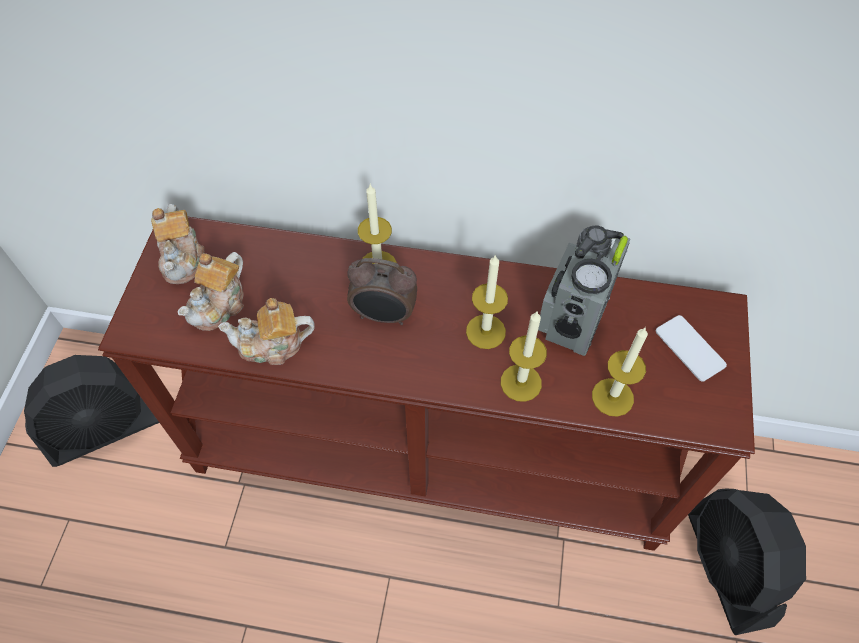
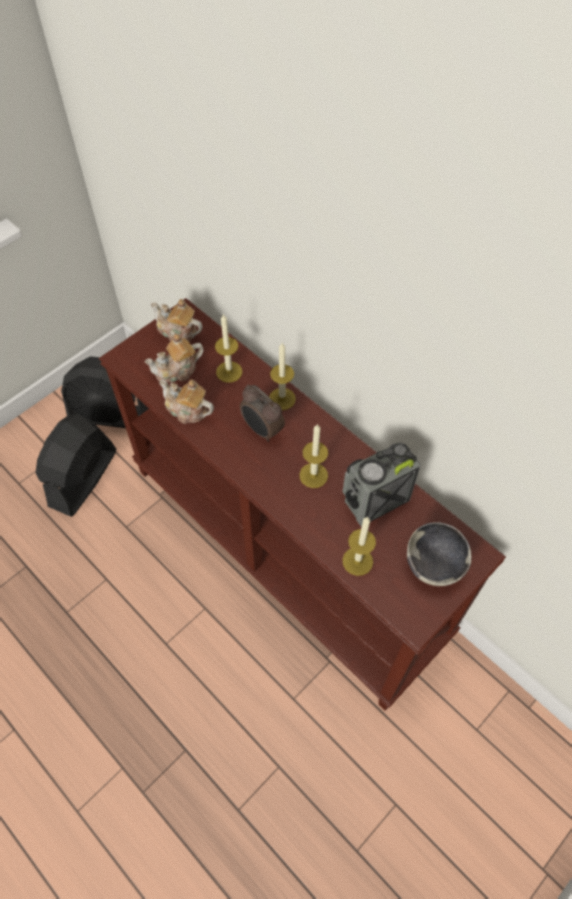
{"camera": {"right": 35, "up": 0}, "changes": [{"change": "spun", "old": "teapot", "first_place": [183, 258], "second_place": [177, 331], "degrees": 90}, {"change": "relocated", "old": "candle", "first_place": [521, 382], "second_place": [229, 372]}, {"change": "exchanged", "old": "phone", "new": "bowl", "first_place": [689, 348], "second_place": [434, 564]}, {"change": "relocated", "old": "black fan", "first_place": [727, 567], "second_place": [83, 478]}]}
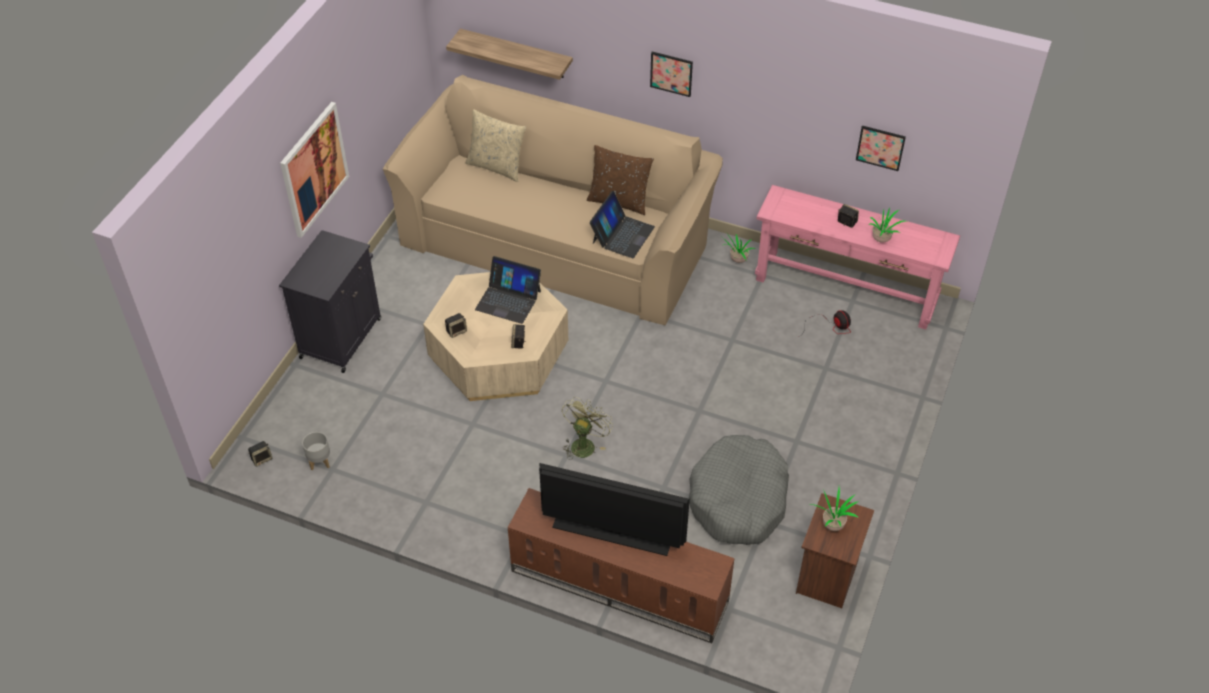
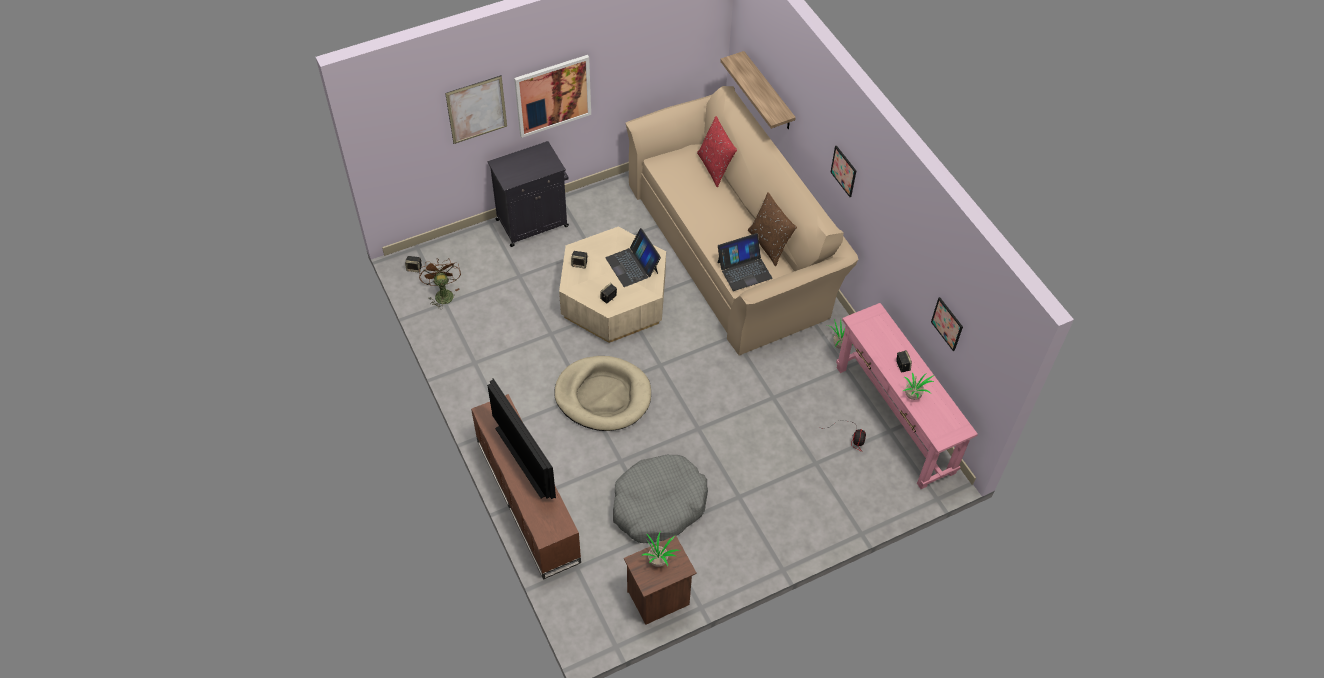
{"camera": {"right": 40, "up": 5}, "changes": [{"change": "exchanged", "old": "grey planter", "new": "brown fan", "first_place": [320, 462], "second_place": [442, 293]}, {"change": "colour", "old": "beige pillow", "new": "red pillow", "first_place": [497, 166], "second_place": [715, 167]}, {"change": "exchanged", "old": "green fan", "new": "beige dog bed", "first_place": [584, 443], "second_place": [603, 396]}, {"change": "appeared", "new": "picture", "second_place": [476, 109]}]}
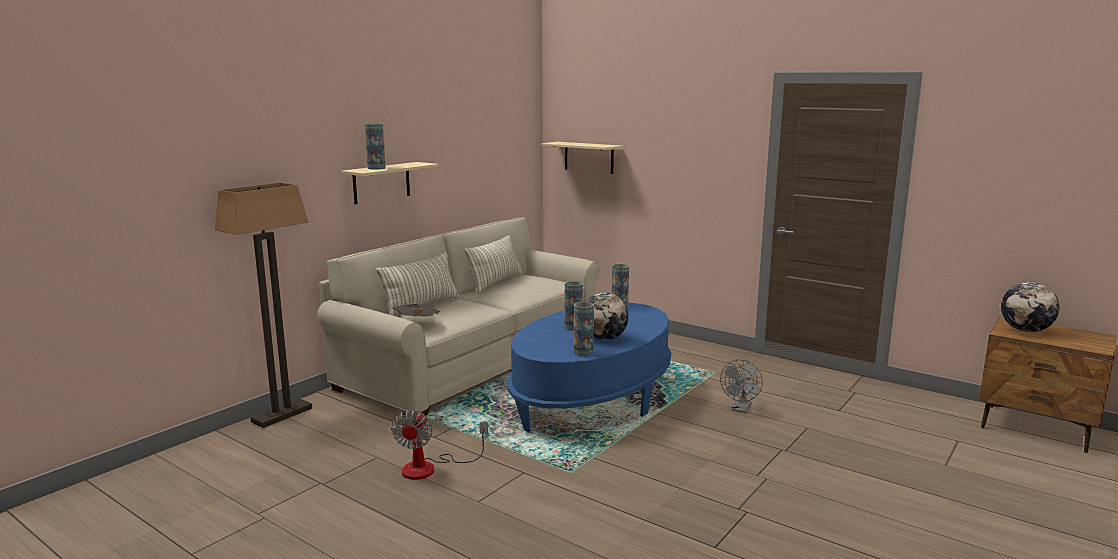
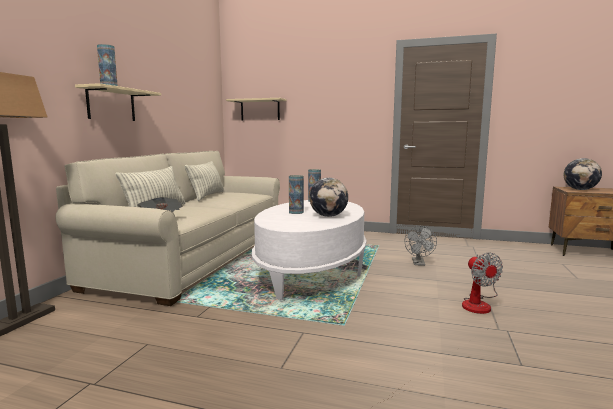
{"camera": {"right": -20, "up": -5}, "changes": [{"change": "relocated", "old": "fan", "first_place": [430, 468], "second_place": [479, 304]}, {"change": "colour", "old": "blue coffee table", "new": "white coffee table", "first_place": [592, 399], "second_place": [311, 271]}, {"change": "missing", "old": "vase", "first_place": [583, 352]}]}
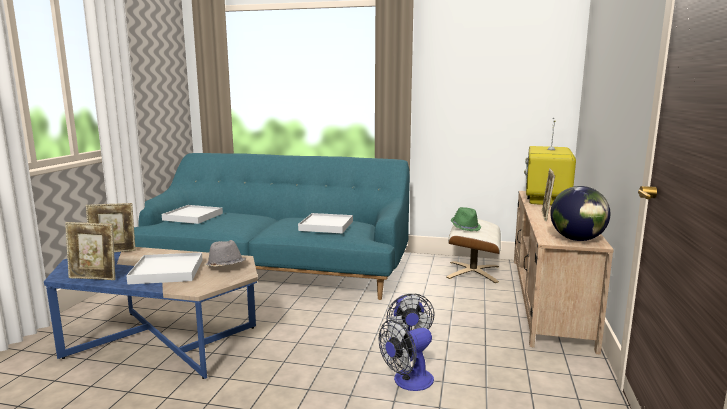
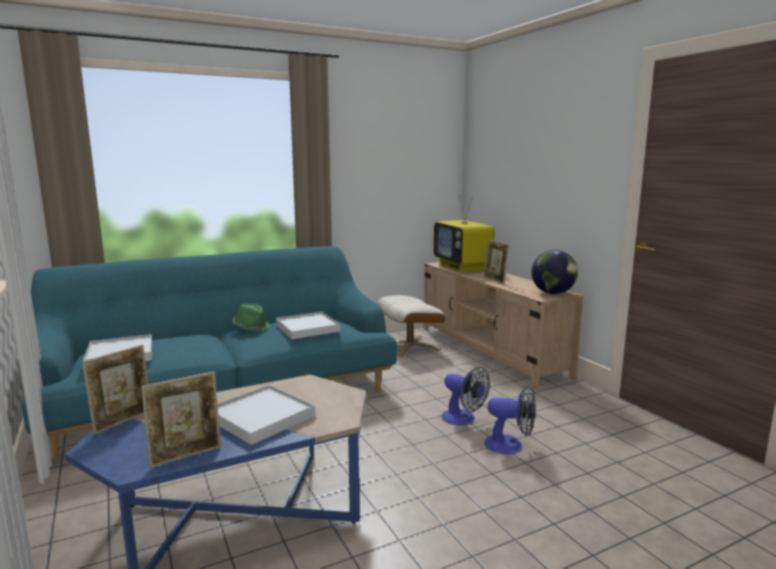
{"camera": {"right": -40, "up": 0}, "changes": [{"change": "missing", "old": "grey hat", "first_place": [225, 266]}, {"change": "spun", "old": "fan", "first_place": [408, 382], "second_place": [510, 445], "degrees": -90}, {"change": "relocated", "old": "green hat", "first_place": [465, 227], "second_place": [251, 327]}]}
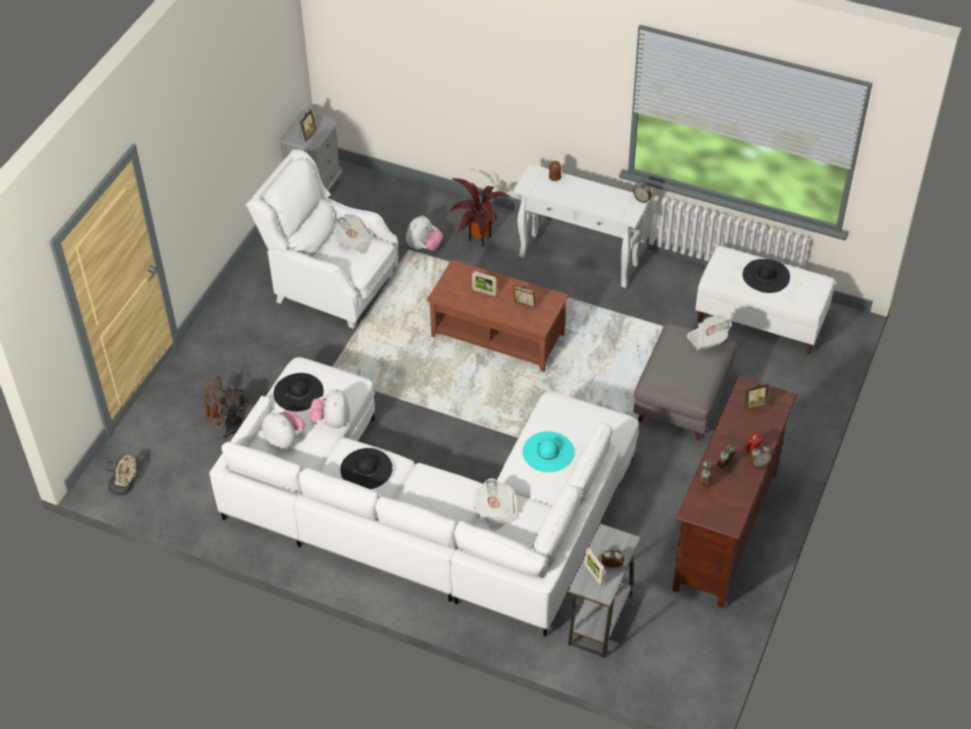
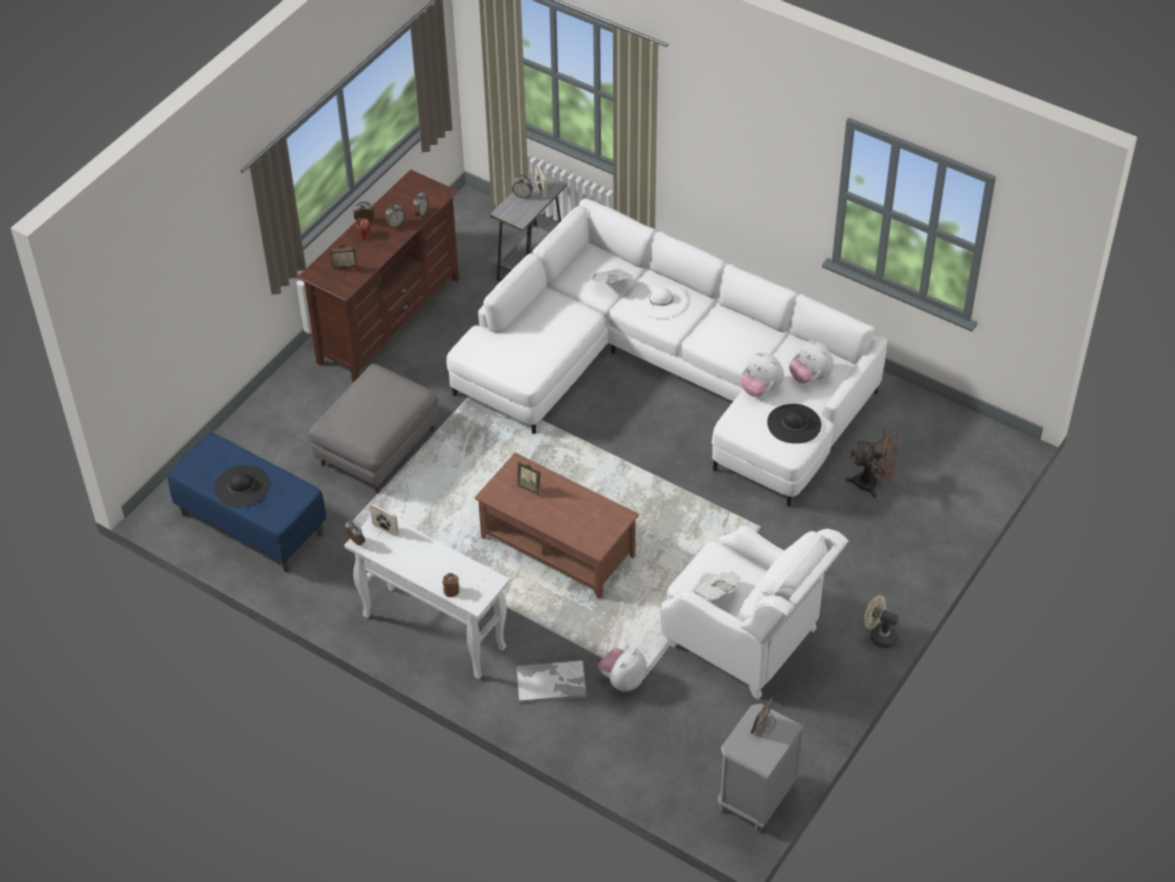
{"camera": {"right": -170, "up": 0}, "changes": [{"change": "relocated", "old": "beige fan", "first_place": [125, 487], "second_place": [879, 636]}, {"change": "spun", "old": "plush toy", "first_place": [332, 422], "second_place": [760, 389], "degrees": 120}, {"change": "missing", "old": "black hat", "first_place": [366, 469]}, {"change": "exchanged", "old": "potted plant", "new": "tray", "first_place": [477, 239], "second_place": [551, 681]}, {"change": "relocated", "old": "picture frame", "first_place": [484, 292], "second_place": [385, 529]}, {"change": "missing", "old": "turquoise hat", "first_place": [548, 452]}, {"change": "missing", "old": "newspaper", "first_place": [707, 339]}, {"change": "colour", "old": "white bench", "new": "blue bench", "first_place": [761, 320], "second_place": [251, 524]}, {"change": "appeared", "new": "white hat", "second_place": [661, 300]}]}
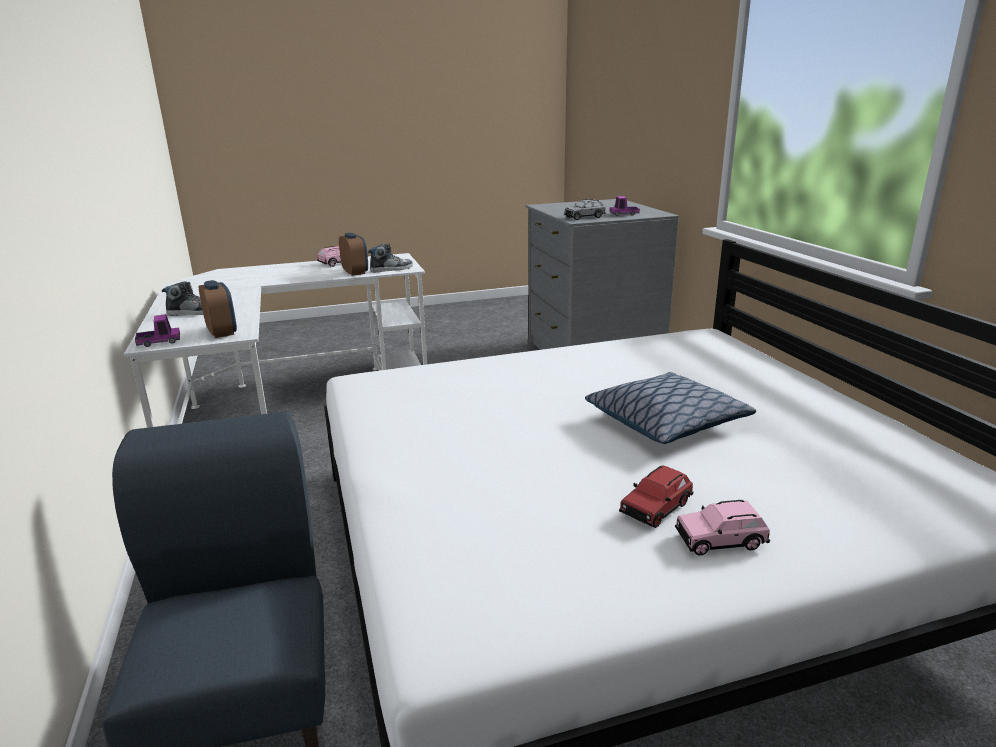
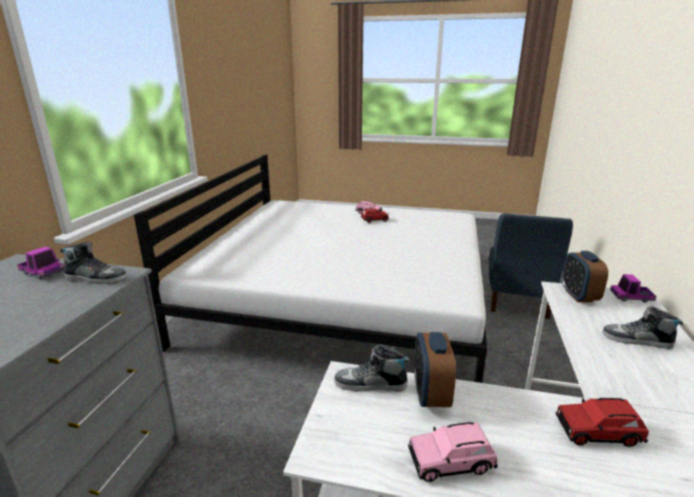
{"camera": {"right": -150, "up": 0}, "changes": [{"change": "exchanged", "old": "grey toy car", "new": "shoe", "first_place": [584, 217], "second_place": [96, 278]}, {"change": "missing", "old": "pillow", "first_place": [665, 422]}, {"change": "appeared", "new": "red toy car", "second_place": [598, 432]}]}
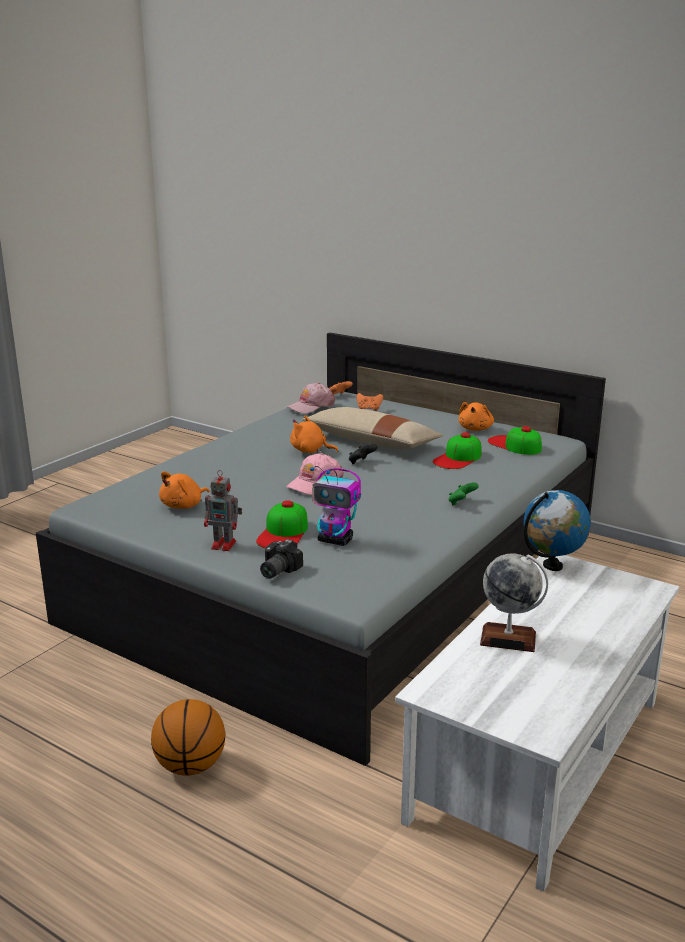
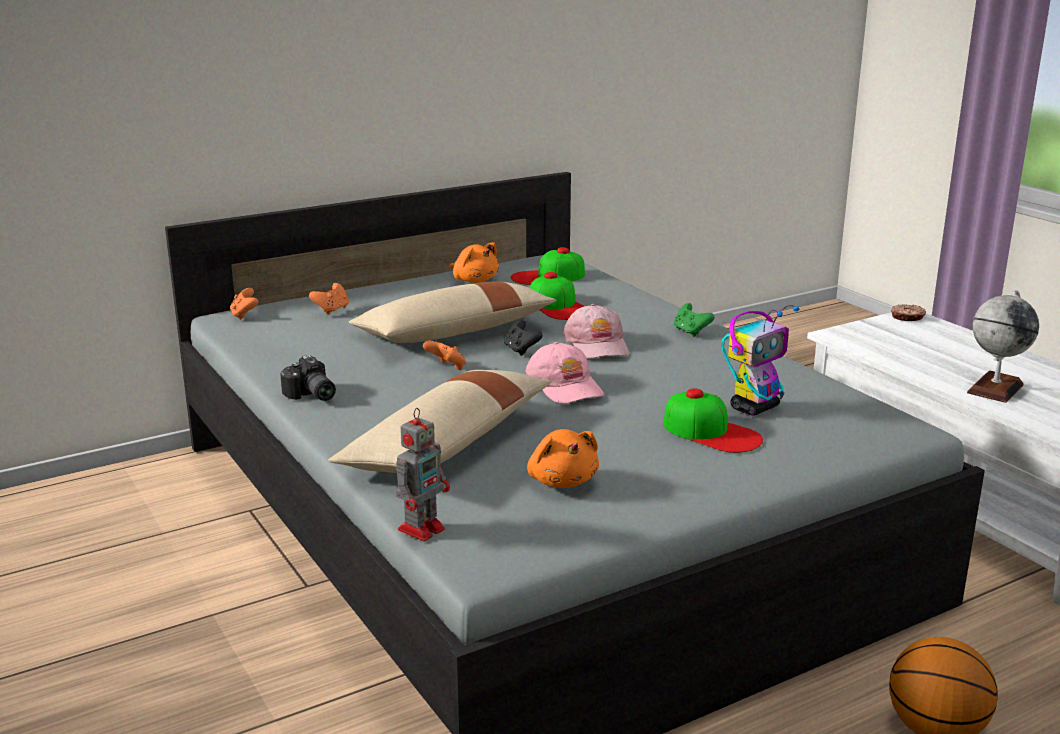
{"camera": {"right": -65, "up": 0}, "changes": [{"change": "relocated", "old": "toy robot", "first_place": [225, 545], "second_place": [423, 528]}, {"change": "relocated", "old": "photo camera", "first_place": [276, 570], "second_place": [310, 396]}, {"change": "relocated", "old": "pink cap", "first_place": [311, 406], "second_place": [597, 345]}, {"change": "exchanged", "old": "orange plush toy", "new": "orange game controller", "first_place": [310, 451], "second_place": [447, 368]}, {"change": "missing", "old": "globe", "first_place": [552, 566]}, {"change": "appeared", "new": "beige pillow", "second_place": [447, 444]}, {"change": "appeared", "new": "donut", "second_place": [907, 317]}]}
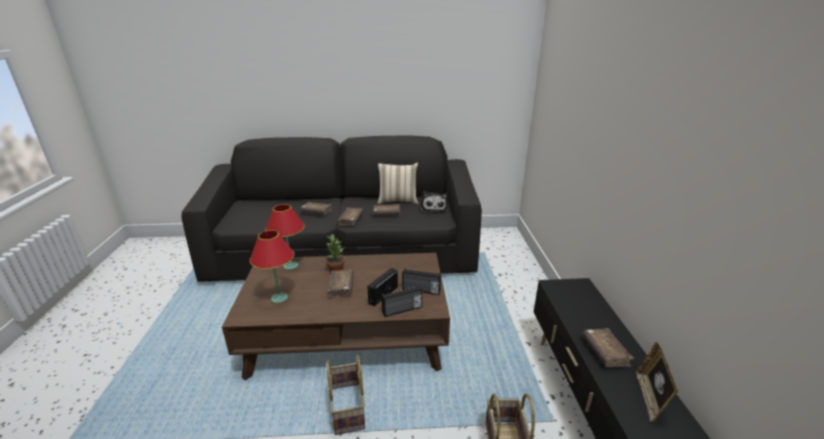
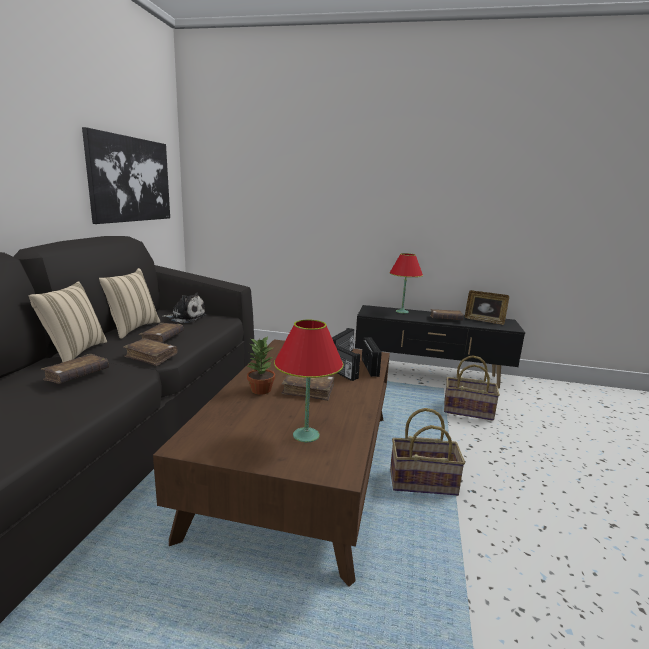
{"camera": {"right": -75, "up": -10}, "changes": [{"change": "relocated", "old": "red table lamp", "first_place": [290, 265], "second_place": [402, 312]}, {"change": "appeared", "new": "beige pillow", "second_place": [74, 353]}, {"change": "appeared", "new": "picture", "second_place": [130, 179]}]}
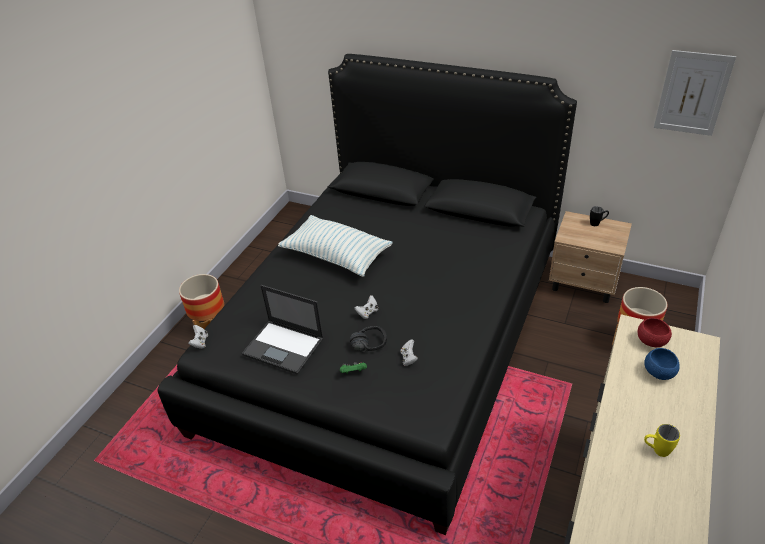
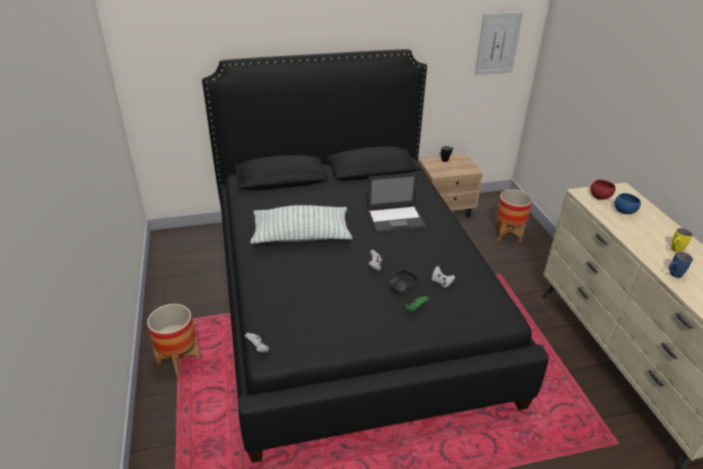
{"camera": {"right": -40, "up": -5}, "changes": [{"change": "relocated", "old": "laptop", "first_place": [284, 347], "second_place": [396, 219]}, {"change": "appeared", "new": "blue mug", "second_place": [673, 275]}]}
